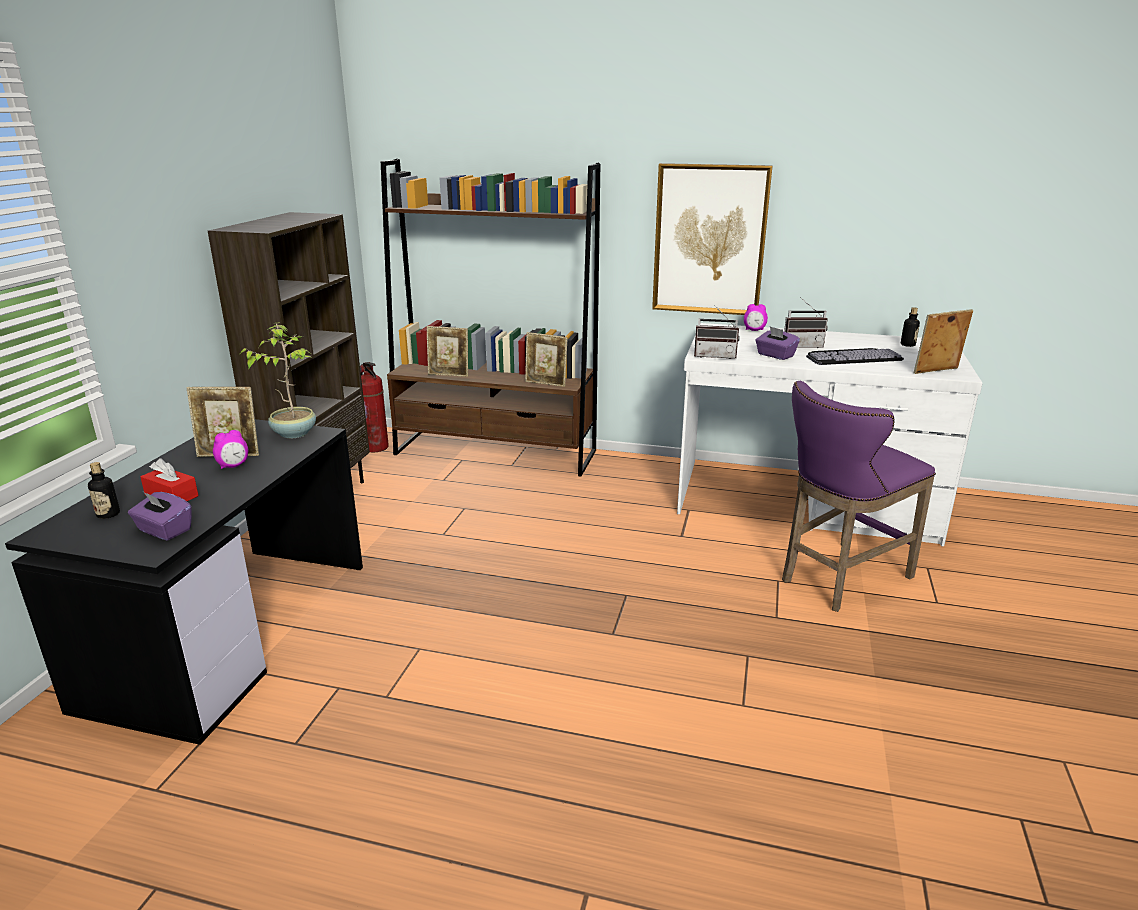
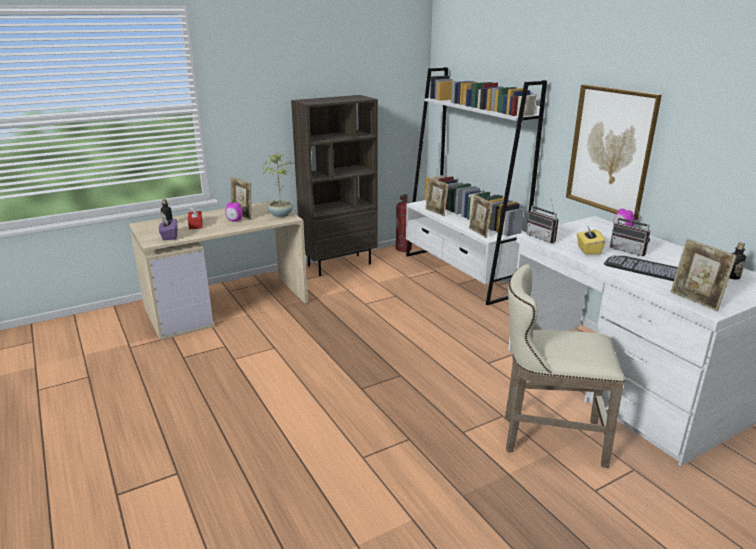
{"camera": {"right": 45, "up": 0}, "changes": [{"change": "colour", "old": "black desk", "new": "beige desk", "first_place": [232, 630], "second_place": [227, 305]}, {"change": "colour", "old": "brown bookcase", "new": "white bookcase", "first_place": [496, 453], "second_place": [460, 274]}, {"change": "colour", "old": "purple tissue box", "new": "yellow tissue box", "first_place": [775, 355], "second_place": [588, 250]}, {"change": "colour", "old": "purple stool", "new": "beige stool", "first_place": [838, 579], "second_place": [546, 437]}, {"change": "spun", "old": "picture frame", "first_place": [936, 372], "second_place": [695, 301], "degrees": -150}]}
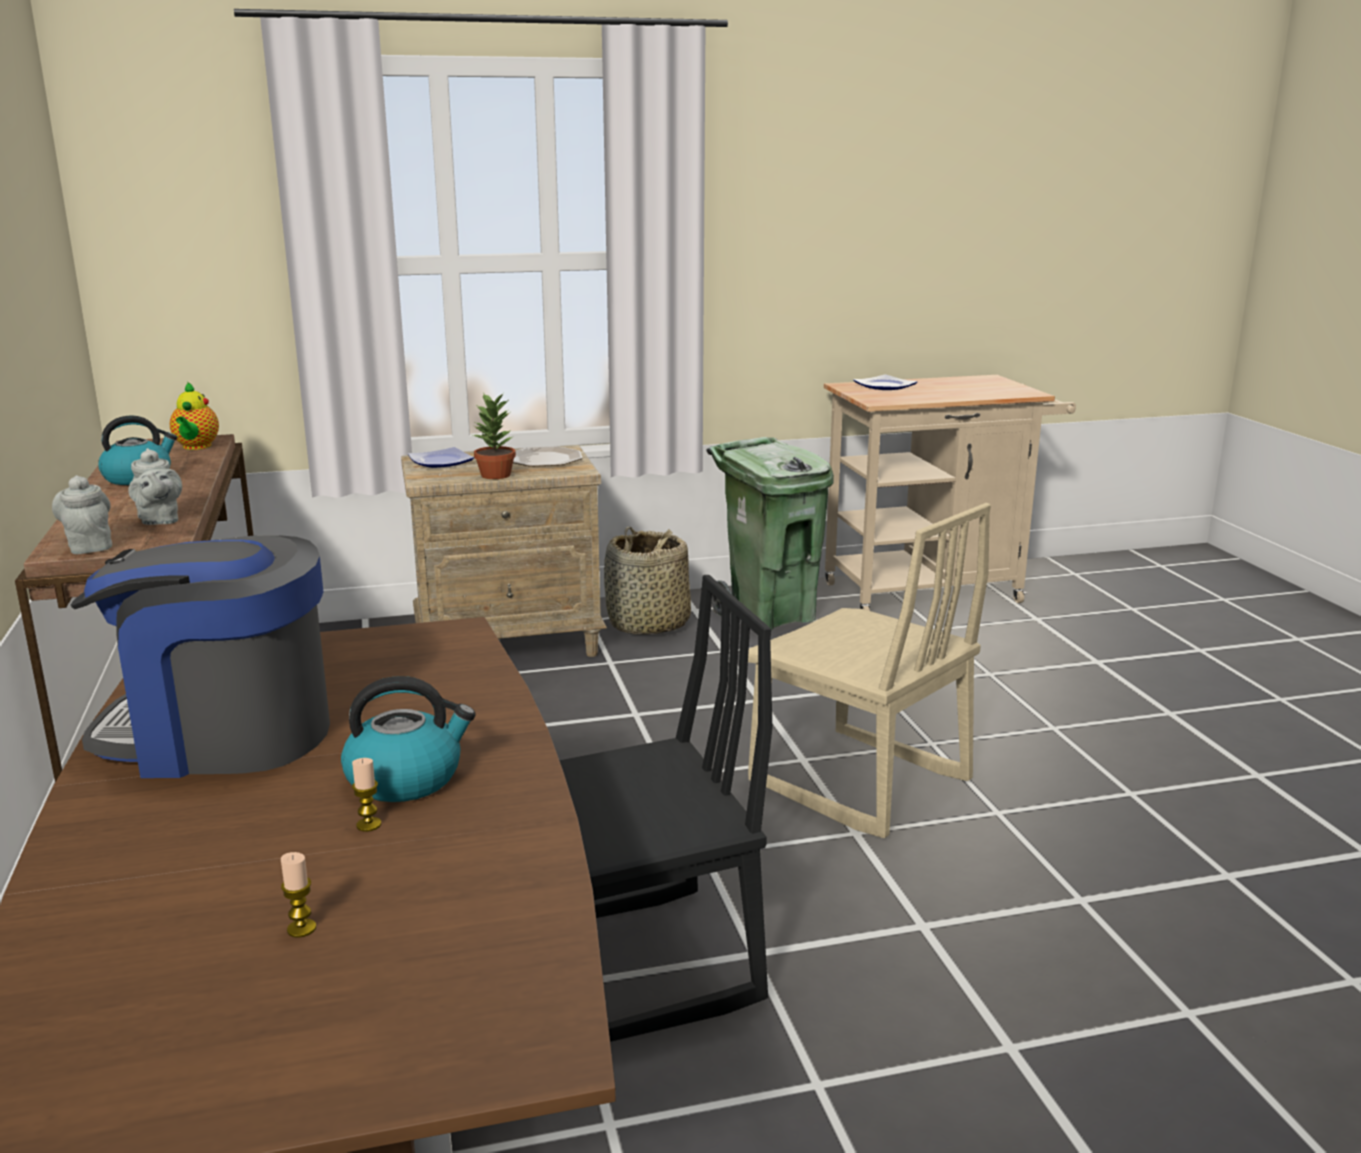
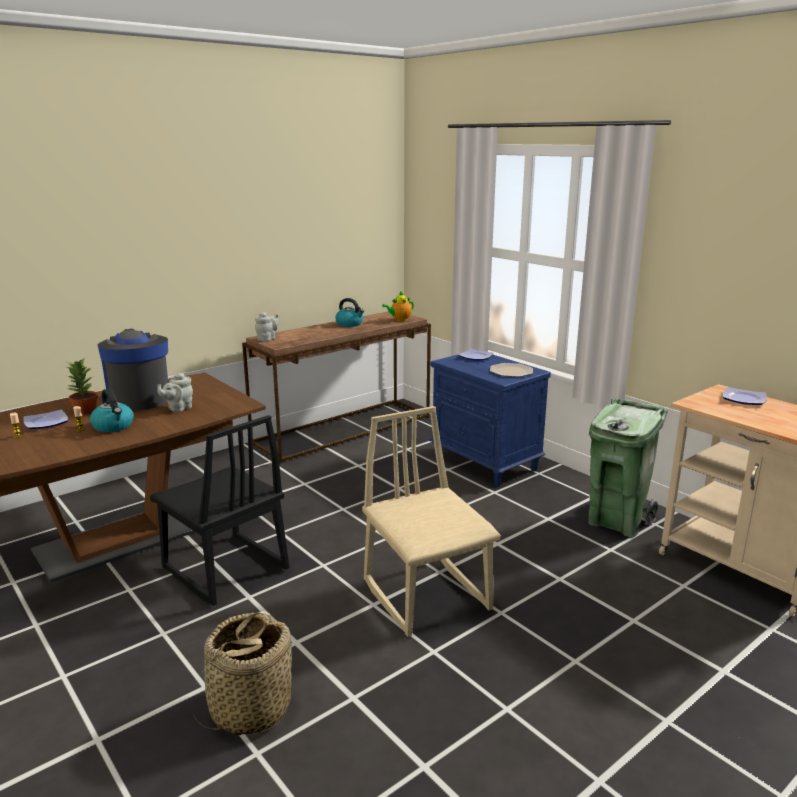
{"camera": {"right": 65, "up": 0}, "changes": [{"change": "relocated", "old": "grey teapot", "first_place": [159, 520], "second_place": [178, 408]}, {"change": "colour", "old": "beige nightstand", "new": "blue nightstand", "first_place": [510, 643], "second_place": [486, 463]}, {"change": "relocated", "old": "potted plant", "first_place": [496, 475], "second_place": [85, 411]}, {"change": "relocated", "old": "basket", "first_place": [648, 624], "second_place": [250, 709]}, {"change": "spun", "old": "beige chair", "first_place": [858, 783], "second_place": [427, 595], "degrees": 135}, {"change": "appeared", "new": "plate", "second_place": [47, 423]}]}
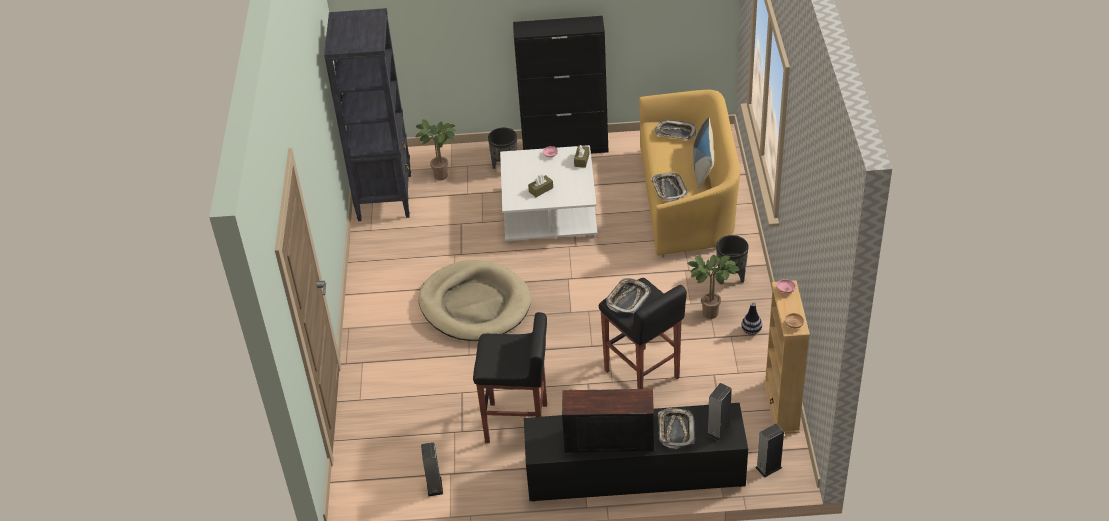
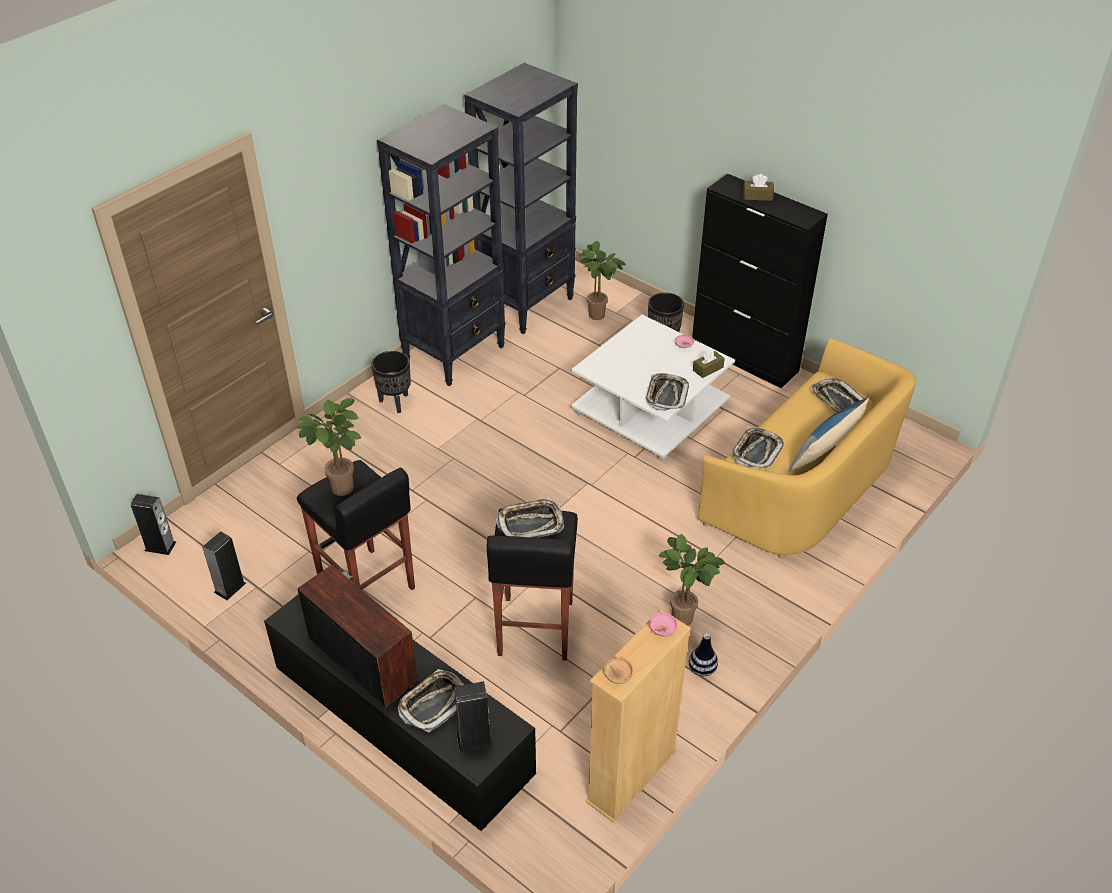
{"camera": {"right": 40, "up": 0}, "changes": [{"change": "missing", "old": "beige dog bed", "first_place": [475, 305]}, {"change": "relocated", "old": "brown tissue box", "first_place": [541, 190], "second_place": [757, 196]}, {"change": "relocated", "old": "black planter", "first_place": [731, 278], "second_place": [395, 403]}, {"change": "relocated", "old": "speaker", "first_place": [768, 467], "second_place": [160, 546]}, {"change": "appeared", "new": "potted plant", "second_place": [342, 491]}, {"change": "appeared", "new": "black bookcase", "second_place": [455, 353]}, {"change": "appeared", "new": "tray", "second_place": [666, 395]}]}
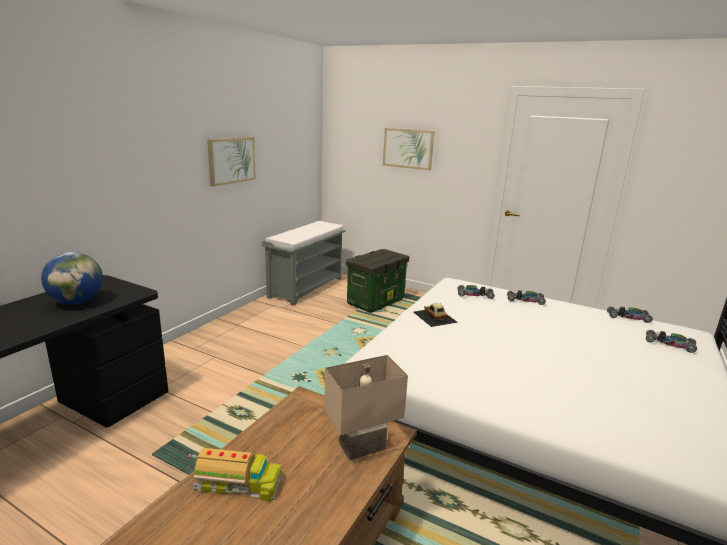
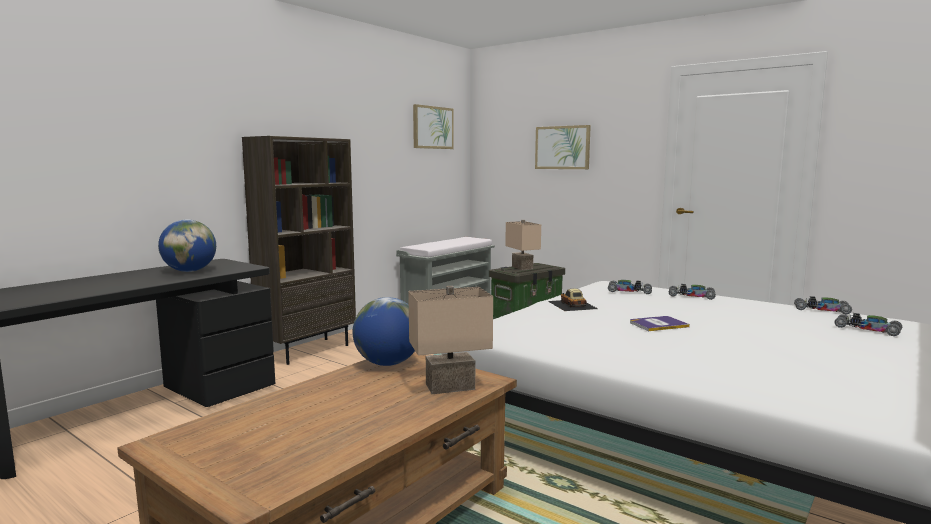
{"camera": {"right": 10, "up": -10}, "changes": [{"change": "missing", "old": "toy truck", "first_place": [237, 484]}, {"change": "relocated", "old": "picture", "first_place": [231, 160], "second_place": [432, 127]}, {"change": "appeared", "new": "brown bookcase", "second_place": [308, 350]}, {"change": "appeared", "new": "globe", "second_place": [388, 363]}, {"change": "appeared", "new": "beige table lamp", "second_place": [521, 267]}, {"change": "appeared", "new": "book", "second_place": [658, 324]}]}
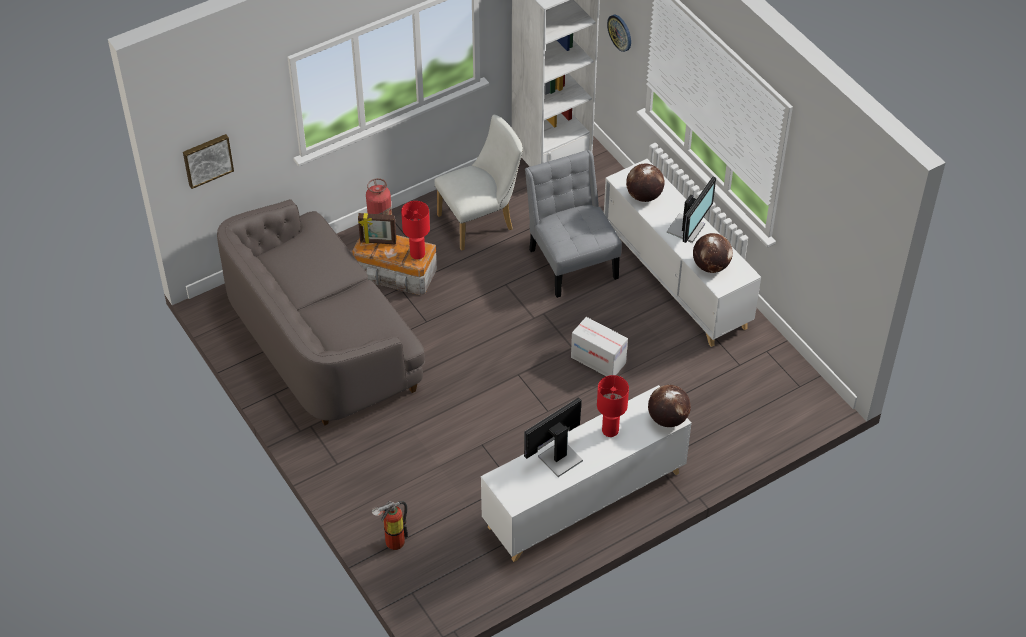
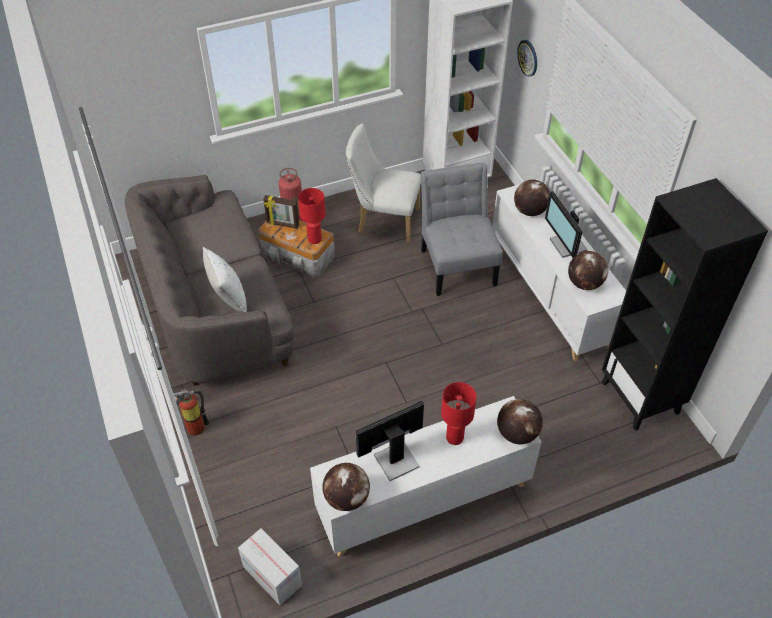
{"camera": {"right": 10, "up": 0}, "changes": [{"change": "missing", "old": "picture", "first_place": [207, 159]}, {"change": "relocated", "old": "fire extinguisher", "first_place": [391, 541], "second_place": [192, 427]}, {"change": "spun", "old": "white chair", "first_place": [481, 221], "second_place": [383, 220], "degrees": -150}, {"change": "relocated", "old": "cardboard box", "first_place": [598, 360], "second_place": [272, 576]}, {"change": "spun", "old": "monitor", "first_place": [687, 228], "second_place": [567, 245], "degrees": 120}, {"change": "appeared", "new": "white pillow", "second_place": [228, 299]}, {"change": "appeared", "new": "globe", "second_place": [347, 498]}, {"change": "appeared", "new": "black bookcase", "second_place": [640, 398]}]}
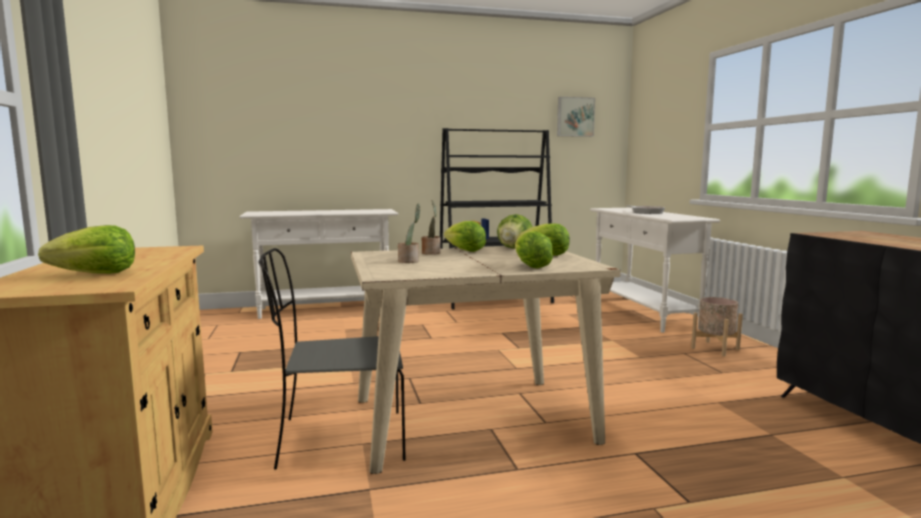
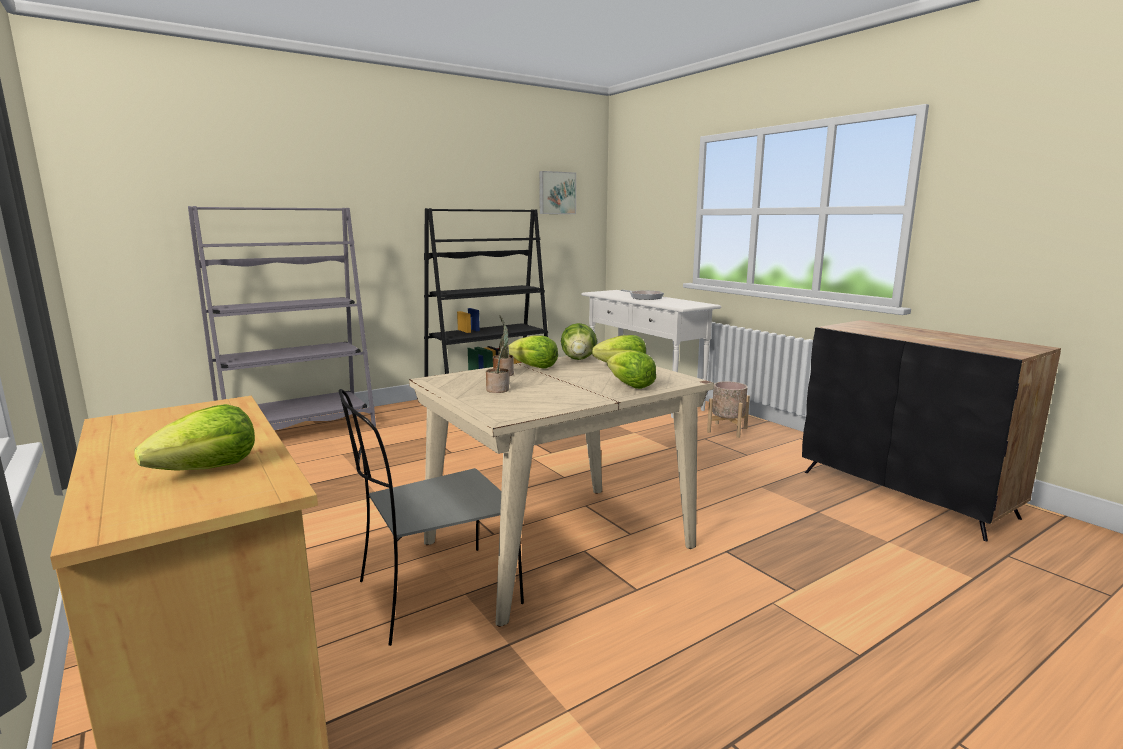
{"camera": {"right": -20, "up": 5}, "changes": [{"change": "exchanged", "old": "white console table", "new": "grey bookcase", "first_place": [325, 310], "second_place": [298, 430]}]}
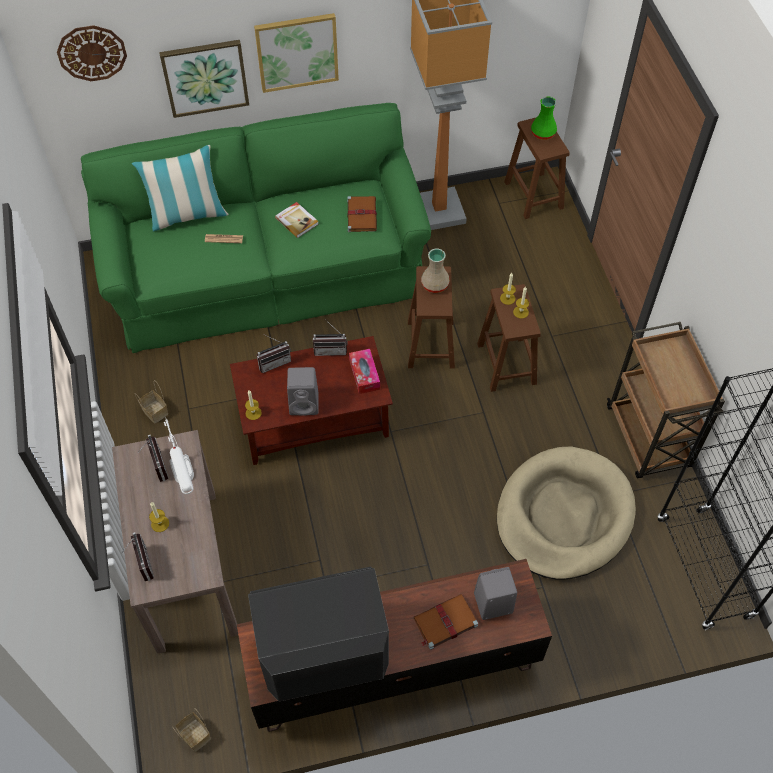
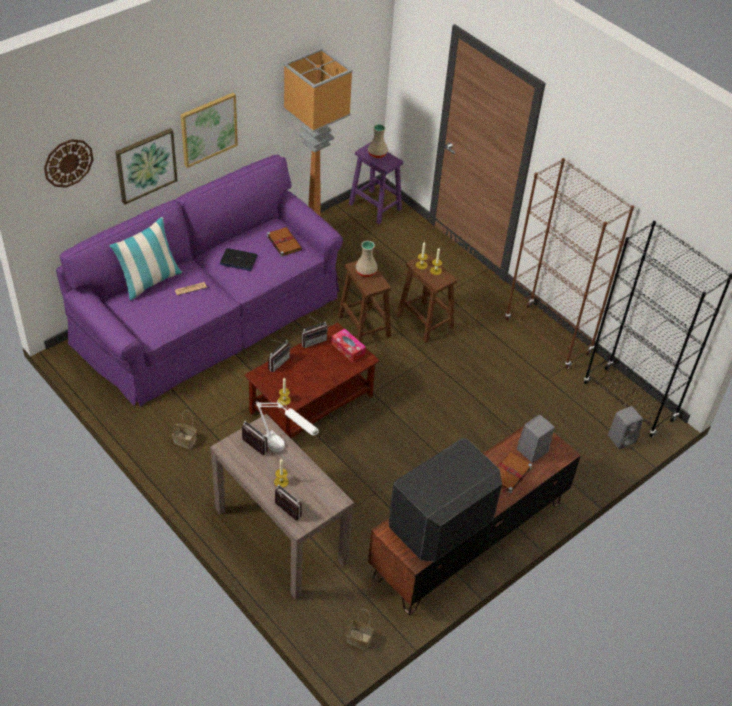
{"camera": {"right": -30, "up": -10}, "changes": [{"change": "colour", "old": "green sofa", "new": "purple sofa", "first_place": [266, 273], "second_place": [210, 318]}, {"change": "exchanged", "old": "book", "new": "laptop", "first_place": [297, 220], "second_place": [238, 260]}, {"change": "relocated", "old": "grey speaker", "first_place": [305, 404], "second_place": [622, 438]}, {"change": "missing", "old": "beige dog bed", "first_place": [564, 516]}, {"change": "colour", "old": "brown stool", "new": "purple stool", "first_place": [534, 196], "second_place": [376, 207]}, {"change": "colour", "old": "green vase", "new": "beige vase", "first_place": [543, 133], "second_place": [377, 154]}, {"change": "exchanged", "old": "brown cart", "new": "brown bookcase", "first_place": [649, 439], "second_place": [548, 336]}]}
